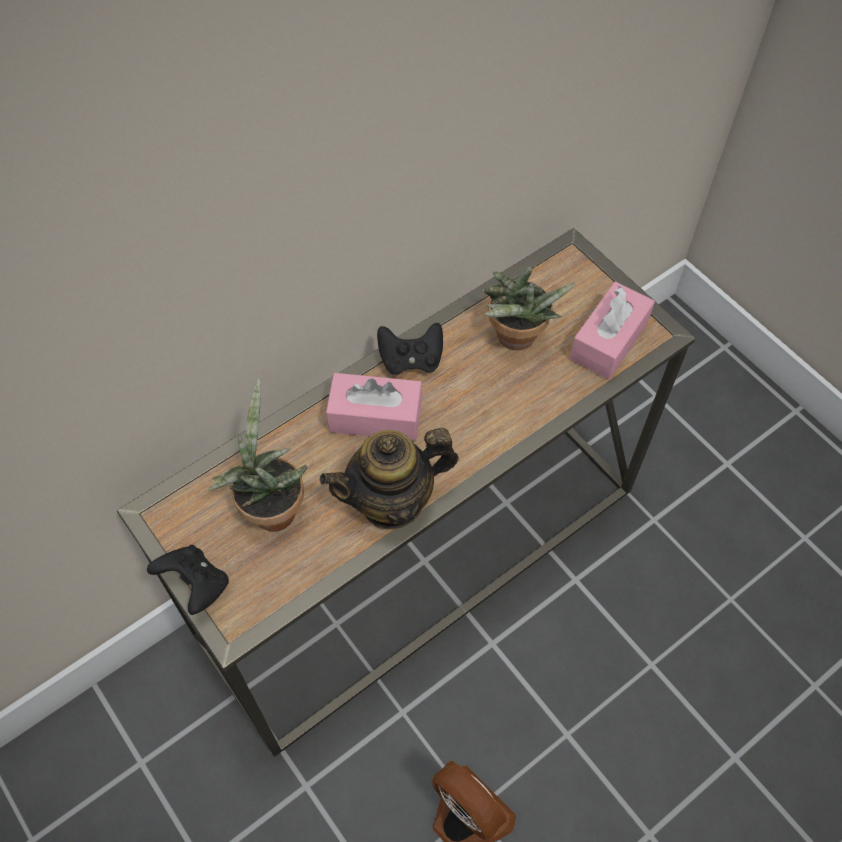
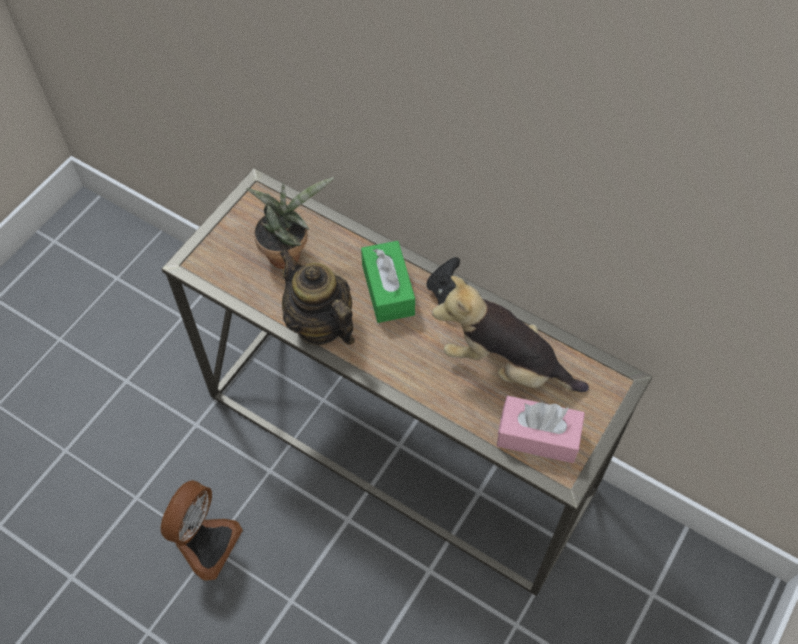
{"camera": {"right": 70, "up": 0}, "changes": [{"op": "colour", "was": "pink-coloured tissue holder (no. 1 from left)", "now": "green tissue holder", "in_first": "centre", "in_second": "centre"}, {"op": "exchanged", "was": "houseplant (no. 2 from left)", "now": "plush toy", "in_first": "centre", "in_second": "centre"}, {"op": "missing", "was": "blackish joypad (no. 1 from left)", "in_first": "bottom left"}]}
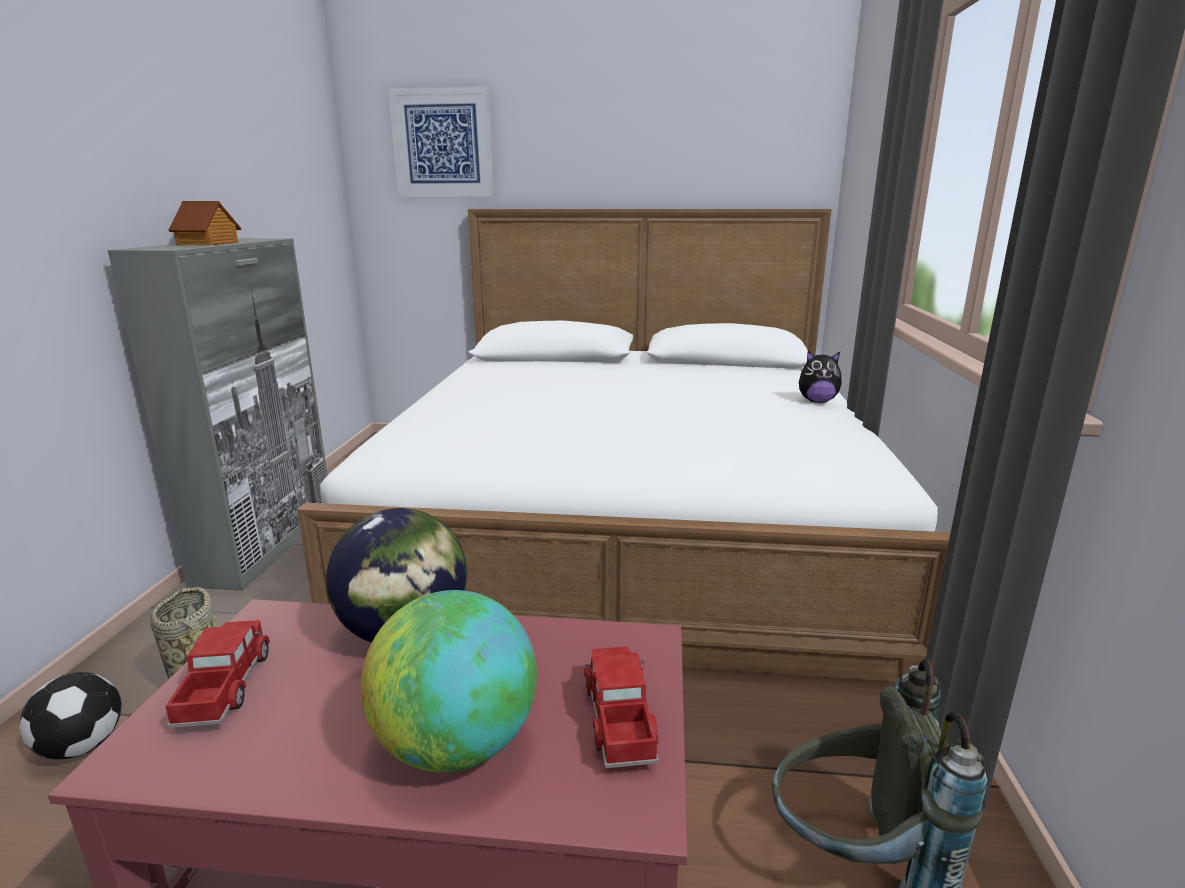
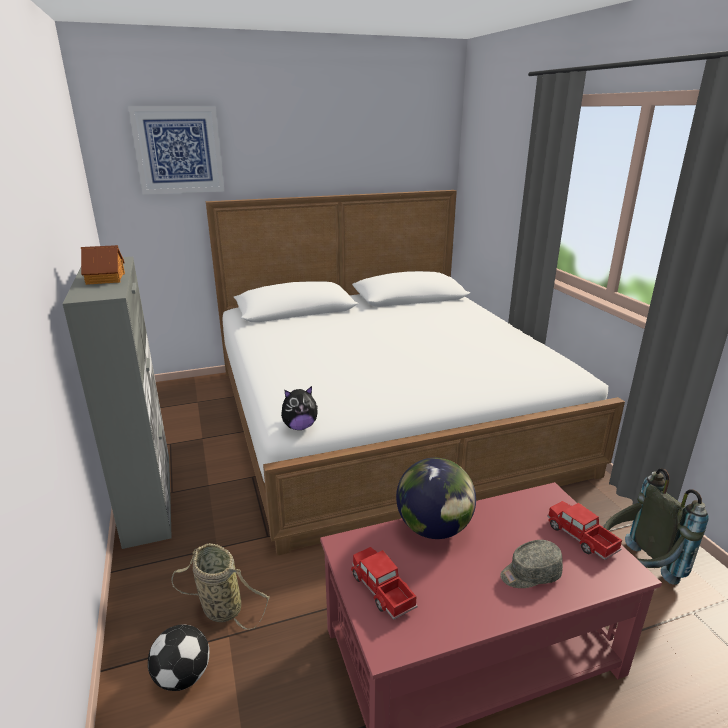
{"camera": {"right": -25, "up": 5}, "changes": [{"op": "relocated", "was": "plush toy", "in_first": "middle right", "in_second": "centre"}, {"op": "exchanged", "was": "globe (no. 2 from left)", "now": "greyish baseball cap", "in_first": "bottom centre", "in_second": "bottom right"}]}
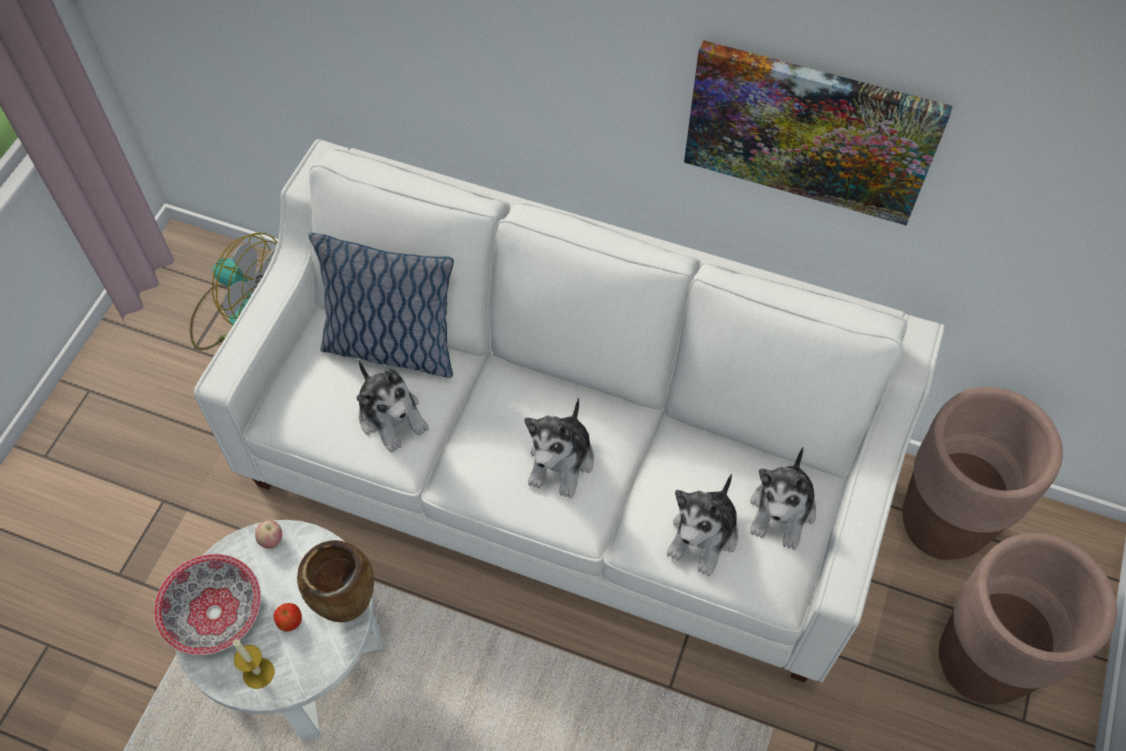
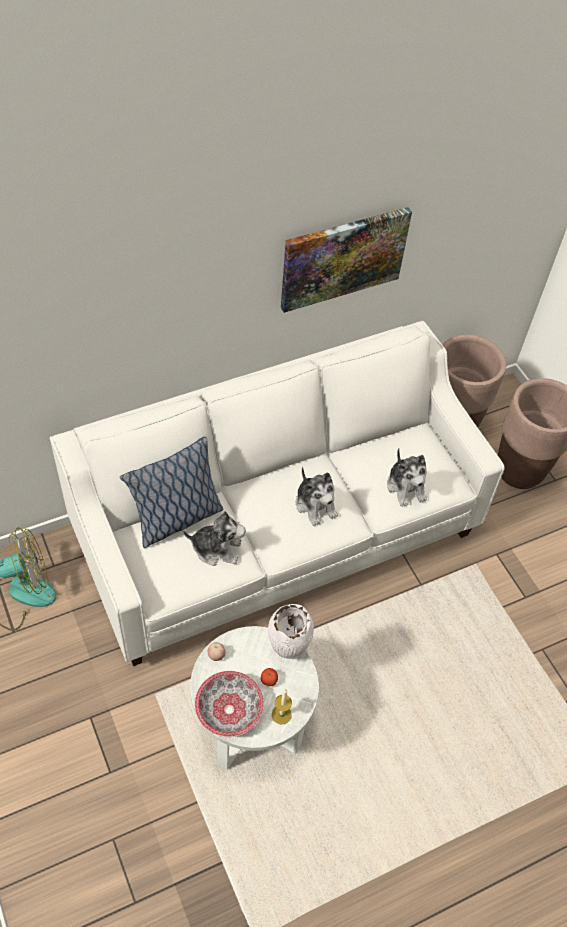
{"camera": {"right": -50, "up": -5}, "changes": [{"op": "colour", "was": "brown-coloured flower vase", "now": "white flower vase", "in_first": "bottom left", "in_second": "bottom centre"}, {"op": "missing", "was": "plush toy (no. 4 from left)", "in_first": "middle right"}]}
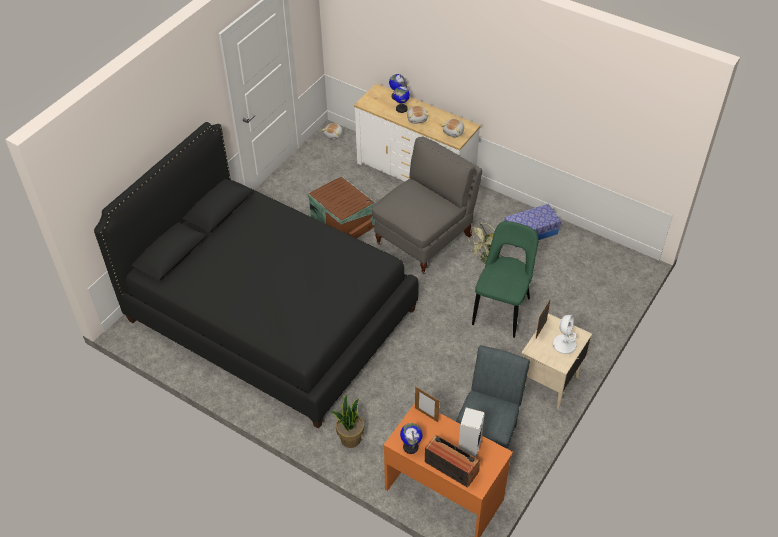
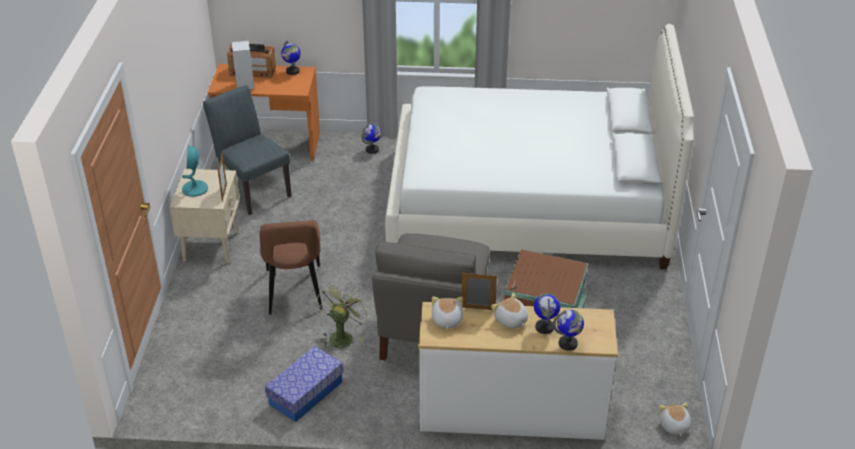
{"camera": {"right": 150, "up": -10}, "changes": [{"op": "colour", "was": "white table lamp", "now": "turquoise table lamp", "in_first": "middle right", "in_second": "middle left"}, {"op": "spun", "was": "greyish plain chair", "in_first": "bottom centre", "in_second": "middle left", "clockwise": 150}, {"op": "colour", "was": "green plain chair", "now": "brown-coloured plain chair", "in_first": "centre", "in_second": "centre"}, {"op": "exchanged", "was": "houseplant", "now": "globe (no. 2 from left)", "in_first": "bottom centre", "in_second": "top centre"}, {"op": "colour", "was": "blackish bed", "now": "white bed", "in_first": "middle left", "in_second": "top centre"}, {"op": "relocated", "was": "photo frame (no. 1 from left in the first image)", "now": "photo frame (no. 2 from left)", "in_first": "bottom centre", "in_second": "centre"}]}
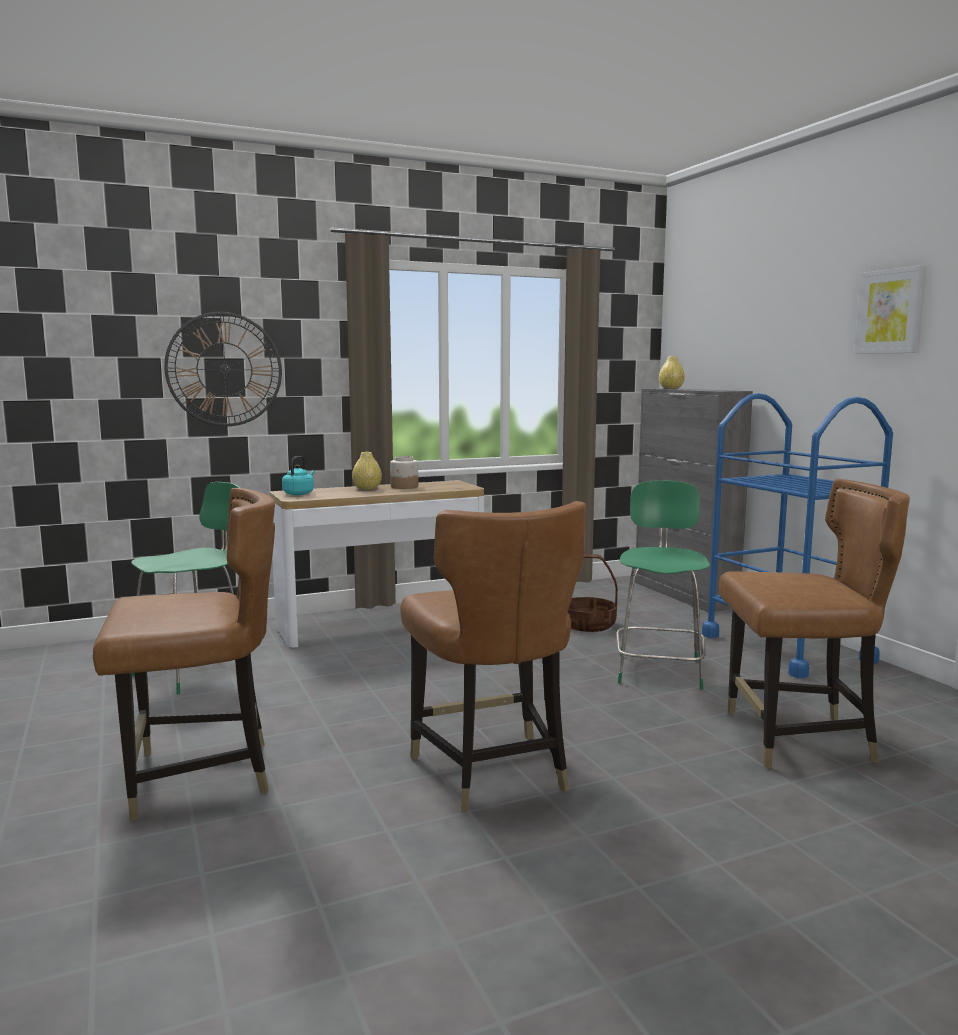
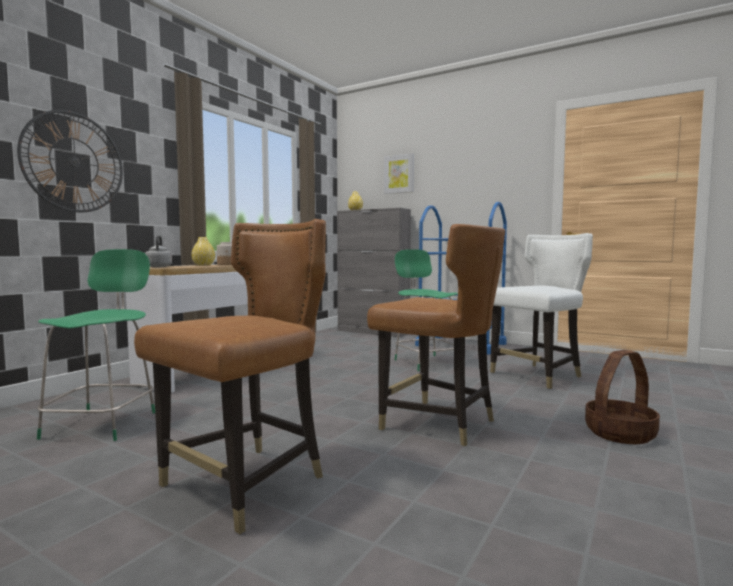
{"camera": {"right": -35, "up": -5}, "changes": [{"op": "colour", "was": "turquoise tea kettle", "now": "greyish tea kettle", "in_first": "middle left", "in_second": "middle left"}, {"op": "relocated", "was": "picture", "in_first": "top right", "in_second": "top centre"}, {"op": "colour", "was": "brown-coloured plain chair (no. 3 from left)", "now": "white plain chair", "in_first": "middle right", "in_second": "middle right"}, {"op": "relocated", "was": "storage basket", "in_first": "centre", "in_second": "bottom right"}]}
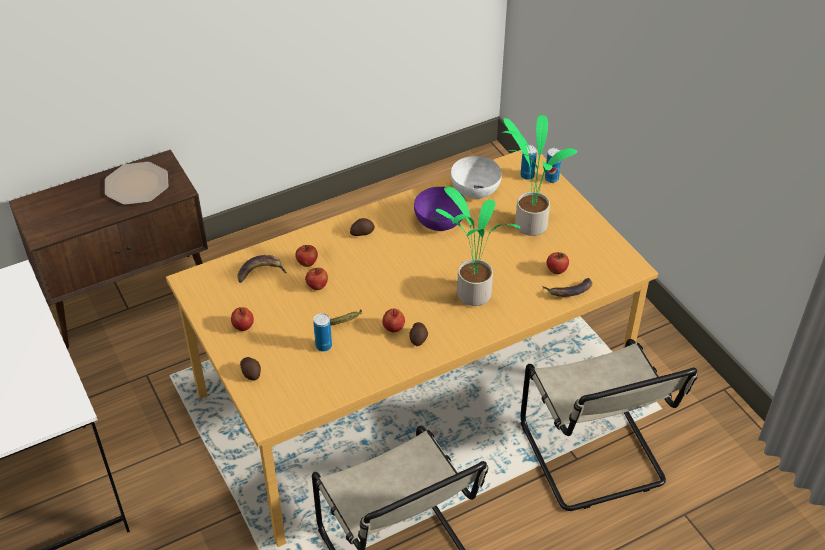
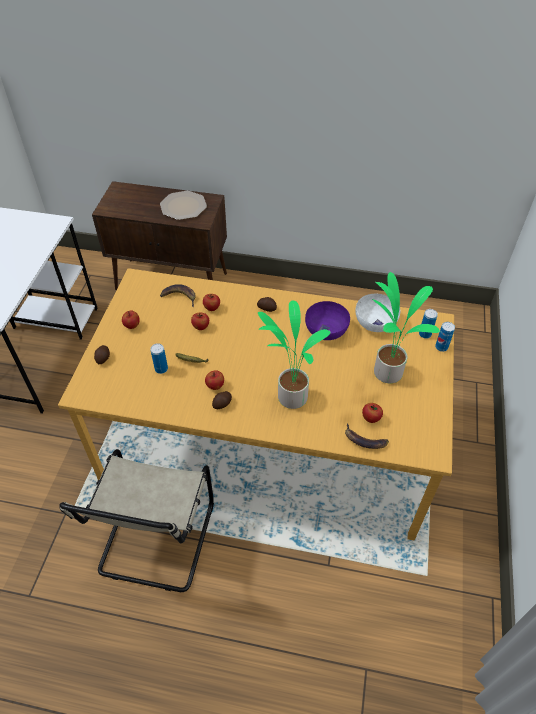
{"camera": {"right": 40, "up": 5}, "changes": [{"op": "missing", "was": "beige-coloured plain chair (no. 2 from left)", "in_first": "bottom right"}]}
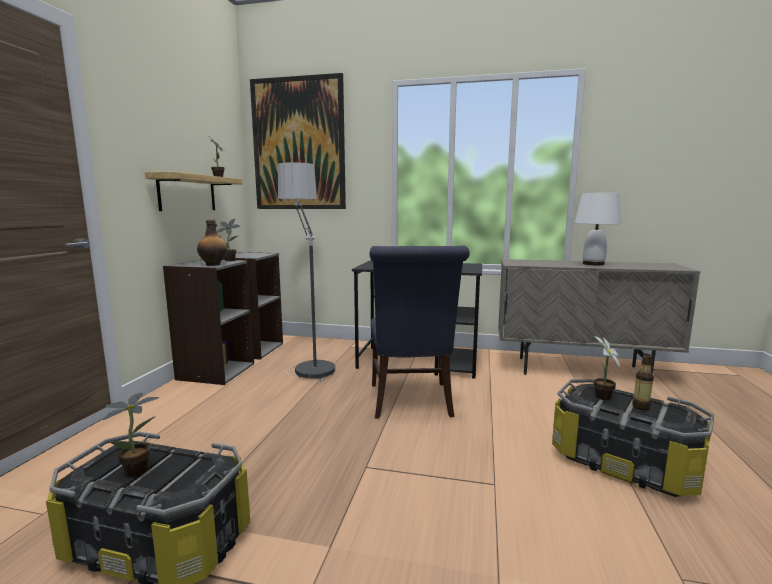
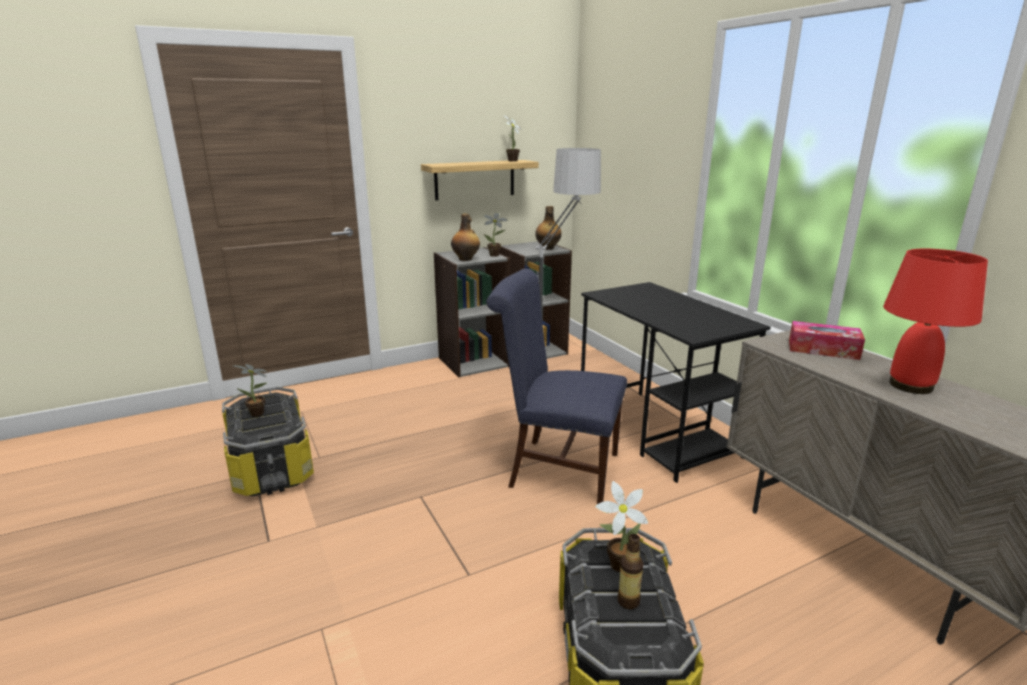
{"camera": {"right": 50, "up": 10}, "changes": [{"op": "spun", "was": "blue-coloured plain chair", "in_first": "centre", "in_second": "centre", "clockwise": 60}, {"op": "appeared", "now": "drink bottle (no. 2 from left)", "in_second": "top centre"}, {"op": "appeared", "now": "tissue holder", "in_second": "middle right"}, {"op": "colour", "was": "white table lamp", "now": "reddish table lamp", "in_first": "middle right", "in_second": "middle right"}, {"op": "missing", "was": "picture", "in_first": "top centre"}]}
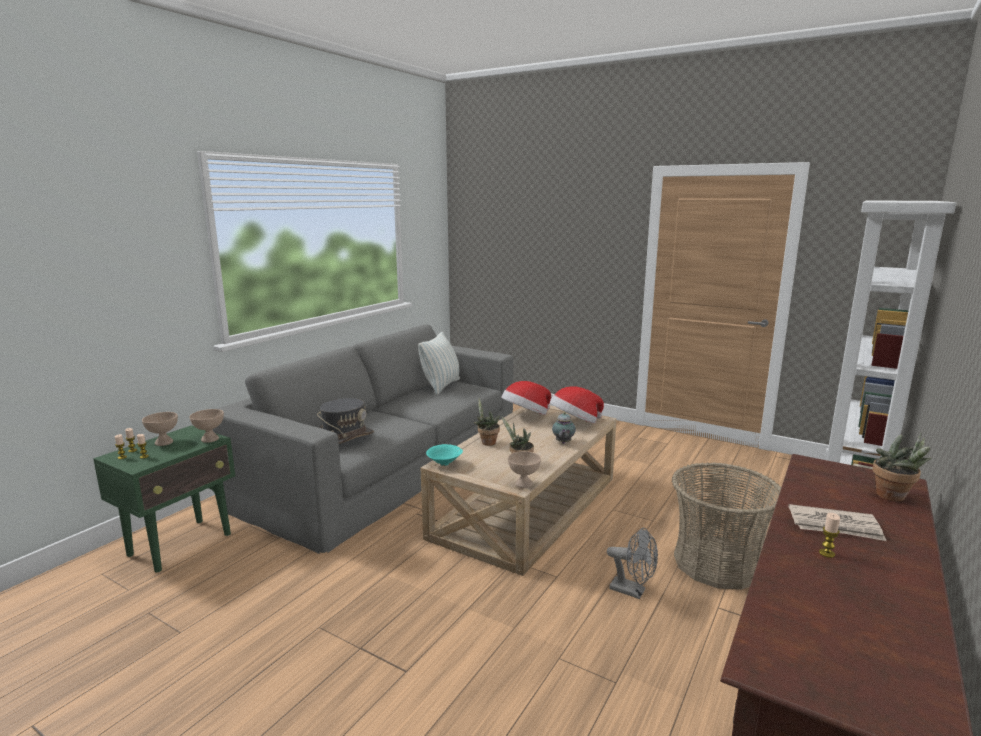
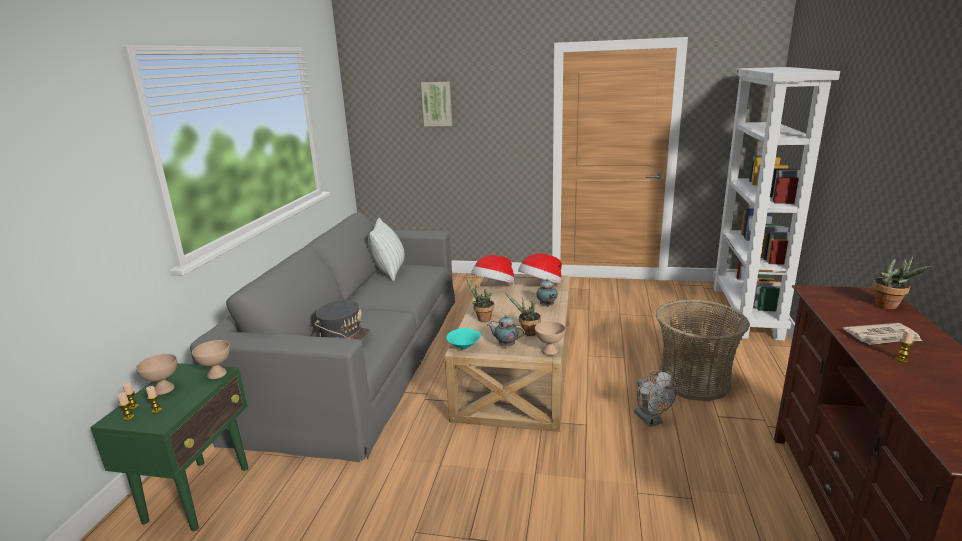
{"camera": {"right": -20, "up": 5}, "changes": [{"op": "appeared", "now": "picture", "in_second": "top centre"}, {"op": "appeared", "now": "tea pot (no. 1 from left)", "in_second": "centre"}, {"op": "spun", "was": "greyish cooling fan", "in_first": "bottom centre", "in_second": "bottom right", "clockwise": 60}]}
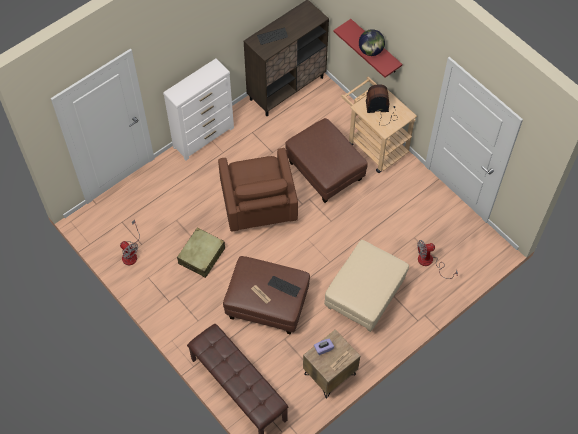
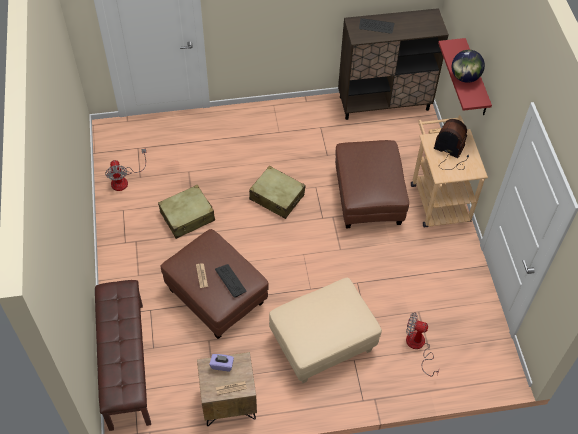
{"camera": {"right": 30, "up": -5}, "changes": [{"op": "exchanged", "was": "brown-coloured armchair", "now": "beige-coloured suitcase (no. 2 from left)", "in_first": "centre", "in_second": "centre"}, {"op": "missing", "was": "white dresser", "in_first": "top centre"}]}
